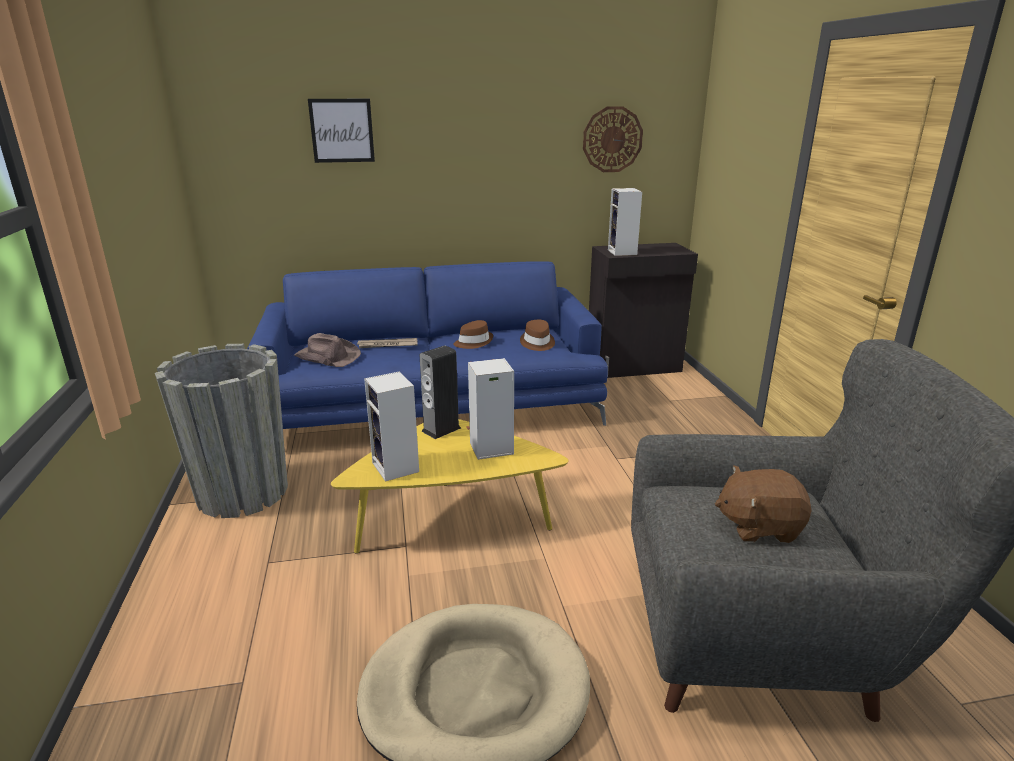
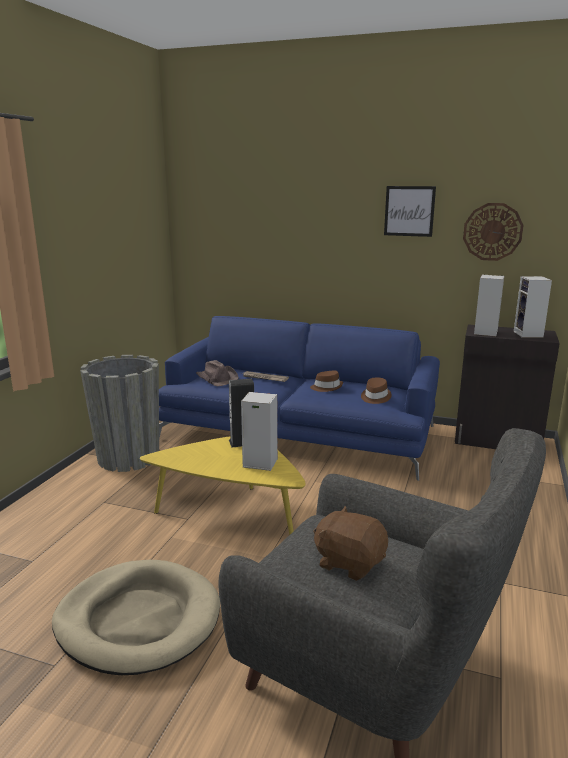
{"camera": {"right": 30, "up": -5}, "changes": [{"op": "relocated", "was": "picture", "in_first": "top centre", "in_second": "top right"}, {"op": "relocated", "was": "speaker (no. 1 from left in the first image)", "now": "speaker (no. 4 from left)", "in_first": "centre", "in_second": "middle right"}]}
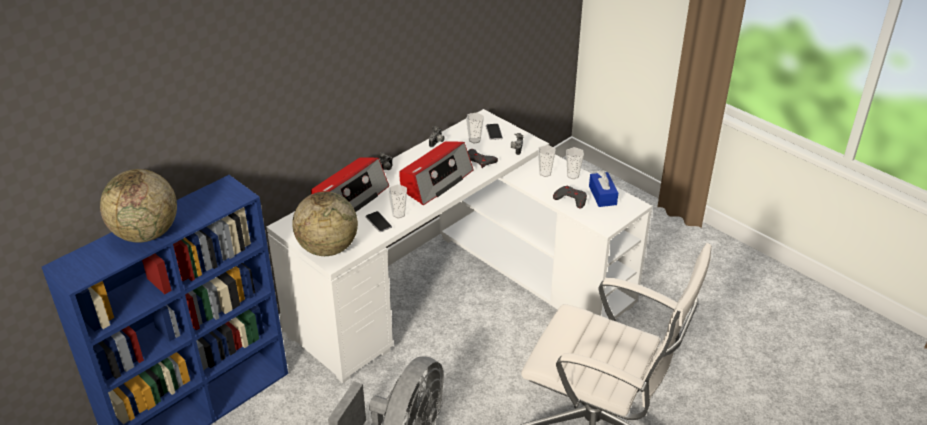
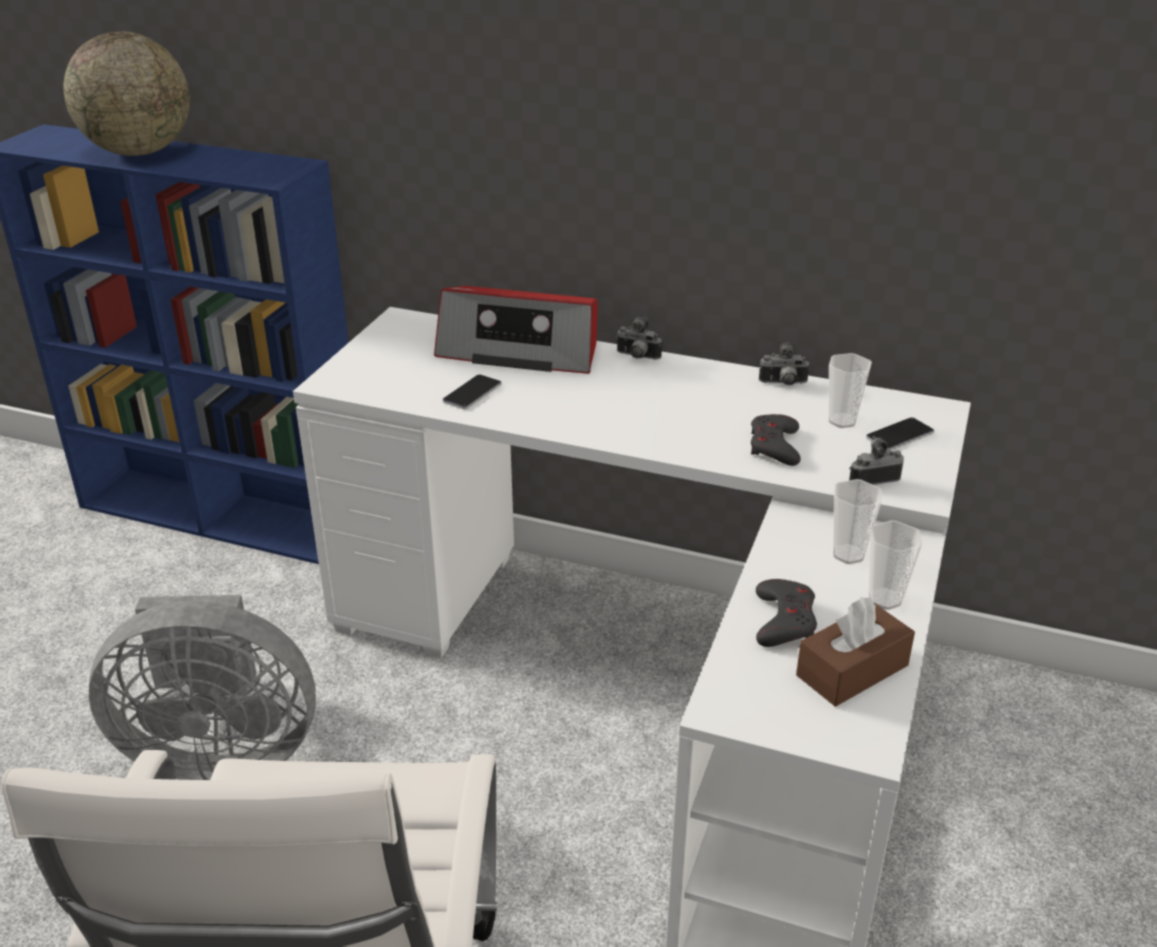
{"camera": {"right": 65, "up": -5}, "changes": [{"op": "colour", "was": "blue-coloured tissue holder", "now": "brown-coloured tissue holder", "in_first": "centre", "in_second": "bottom right"}, {"op": "missing", "was": "globe (no. 2 from left)", "in_first": "centre"}, {"op": "missing", "was": "cup (no. 1 from left)", "in_first": "centre"}, {"op": "missing", "was": "radio set (no. 2 from left)", "in_first": "centre"}]}
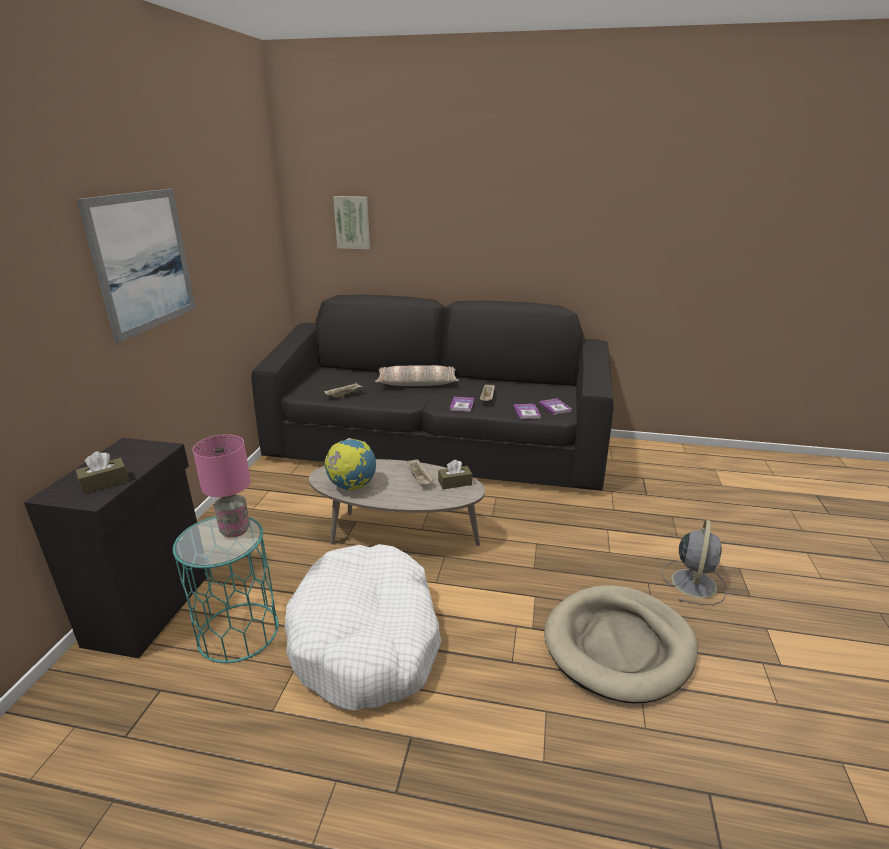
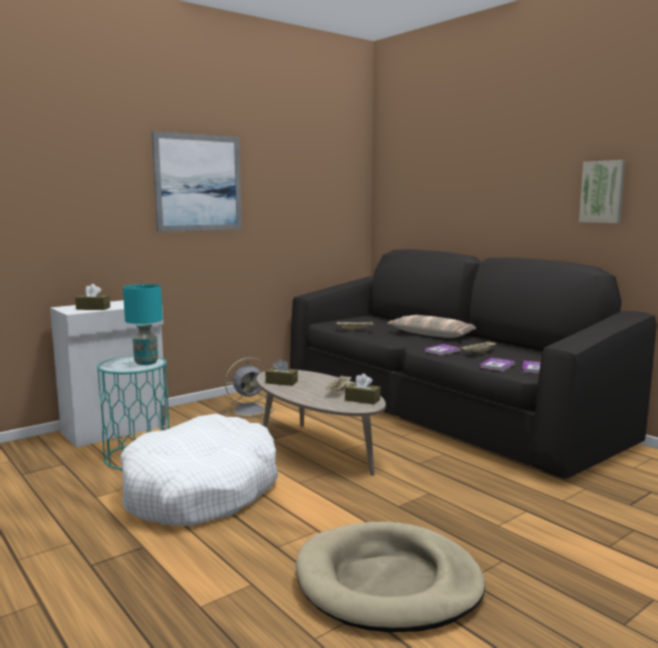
{"camera": {"right": 40, "up": -15}, "changes": [{"op": "colour", "was": "blackish storage cabinet", "now": "white storage cabinet", "in_first": "middle left", "in_second": "middle left"}, {"op": "colour", "was": "pink-coloured table lamp", "now": "turquoise table lamp", "in_first": "middle left", "in_second": "middle left"}, {"op": "relocated", "was": "greyish cooling fan", "in_first": "middle right", "in_second": "centre"}, {"op": "exchanged", "was": "globe", "now": "brown-coloured tissue holder (no. 2 from left)", "in_first": "centre", "in_second": "centre"}, {"op": "relocated", "was": "picture (no. 2 from left)", "in_first": "top centre", "in_second": "top right"}]}
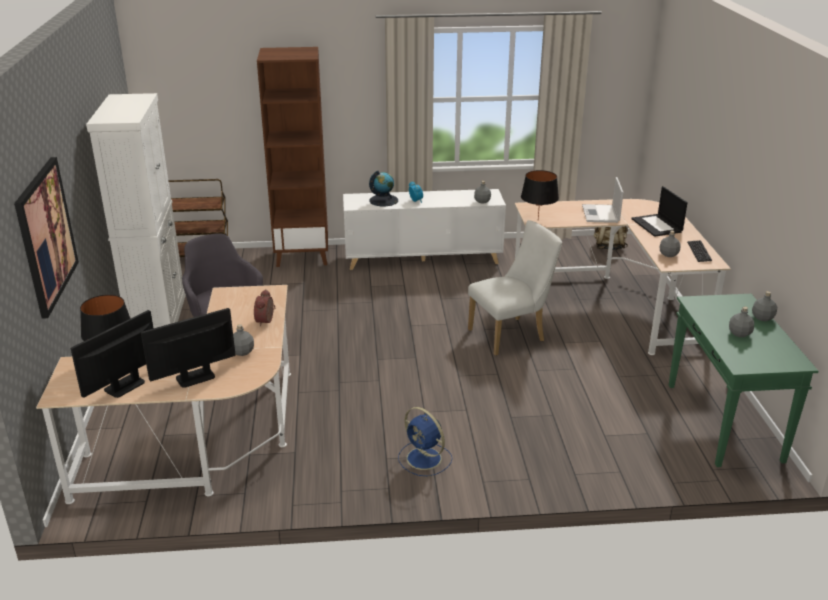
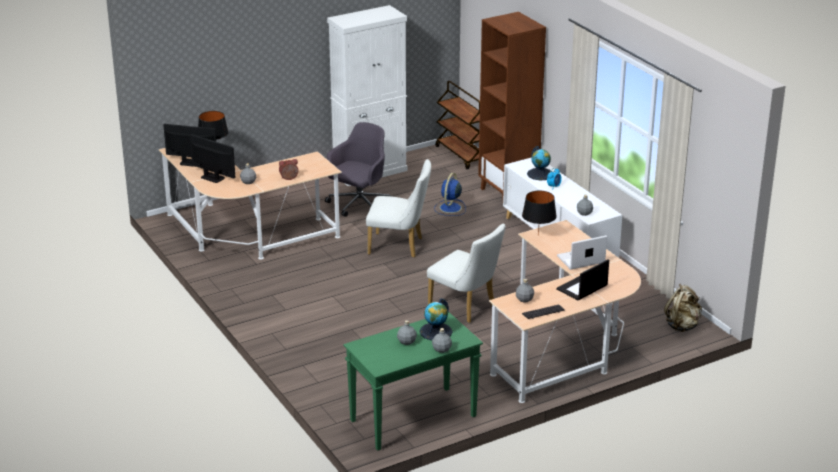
{"camera": {"right": 65, "up": 0}, "changes": [{"op": "appeared", "now": "white plain chair (no. 1 from left)", "in_second": "centre"}, {"op": "appeared", "now": "globe (no. 1 from left)", "in_second": "bottom centre"}, {"op": "relocated", "was": "blue-coloured cooling fan", "in_first": "bottom centre", "in_second": "centre"}, {"op": "missing", "was": "picture", "in_first": "middle left"}]}
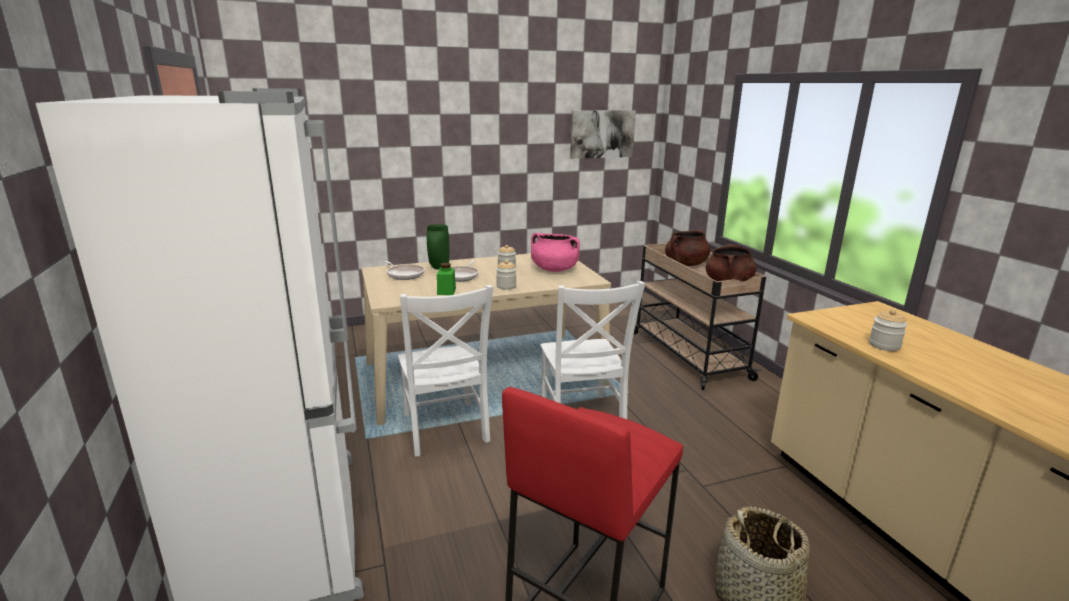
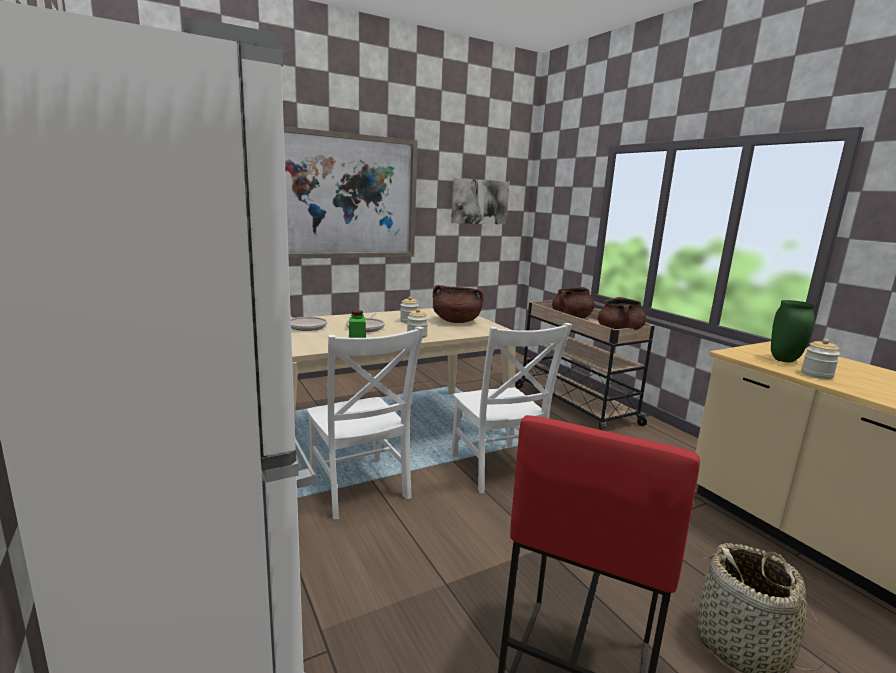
{"camera": {"right": -10, "up": -5}, "changes": [{"op": "appeared", "now": "picture (no. 1 from left)", "in_second": "top centre"}, {"op": "colour", "was": "pink-coloured stockpot", "now": "brown-coloured stockpot (no. 1 from left)", "in_first": "centre", "in_second": "centre"}, {"op": "relocated", "was": "green flower vase", "in_first": "centre", "in_second": "middle right"}]}
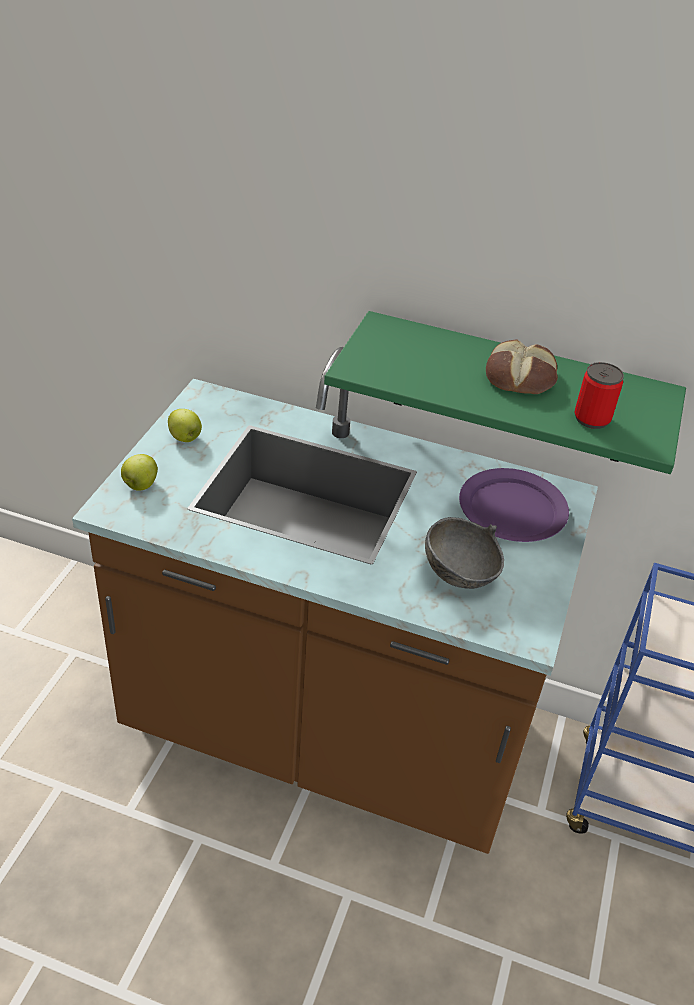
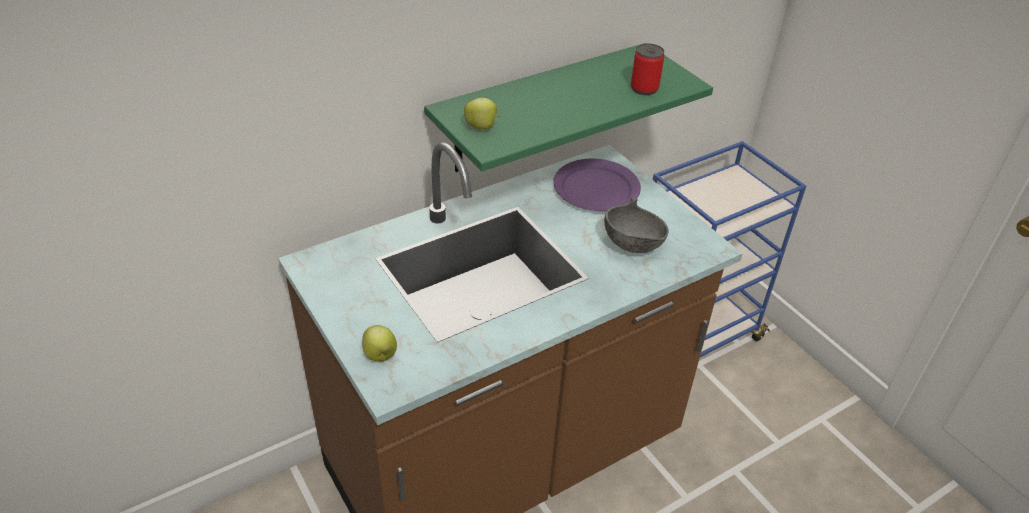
{"camera": {"right": -50, "up": 0}, "changes": [{"op": "relocated", "was": "apple fruit (no. 2 from left)", "in_first": "middle left", "in_second": "top centre"}, {"op": "missing", "was": "bakery bread", "in_first": "middle right"}]}
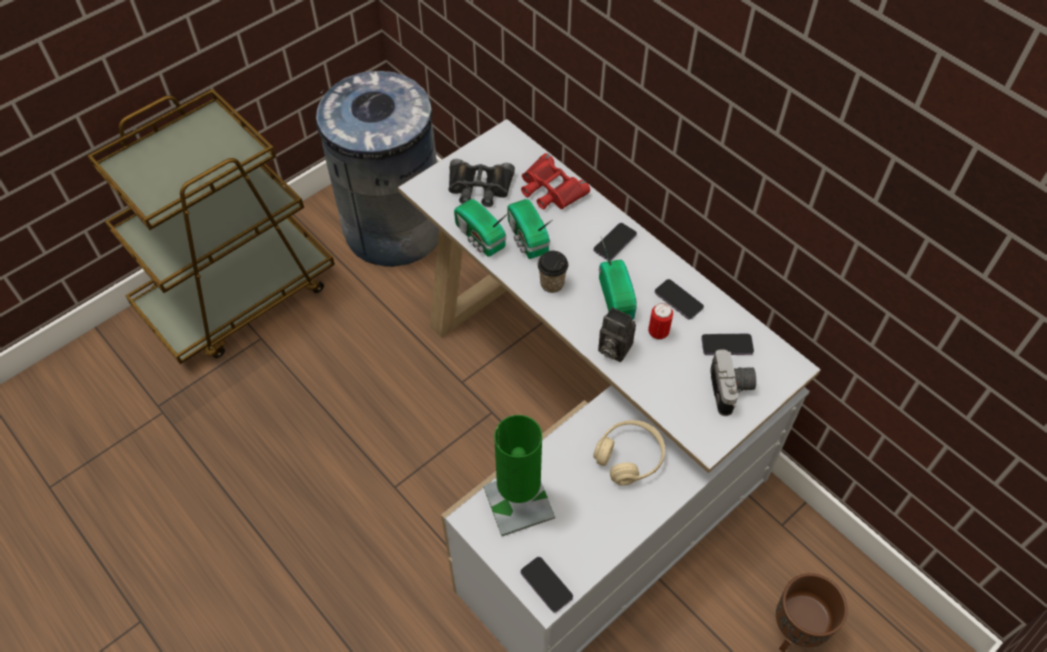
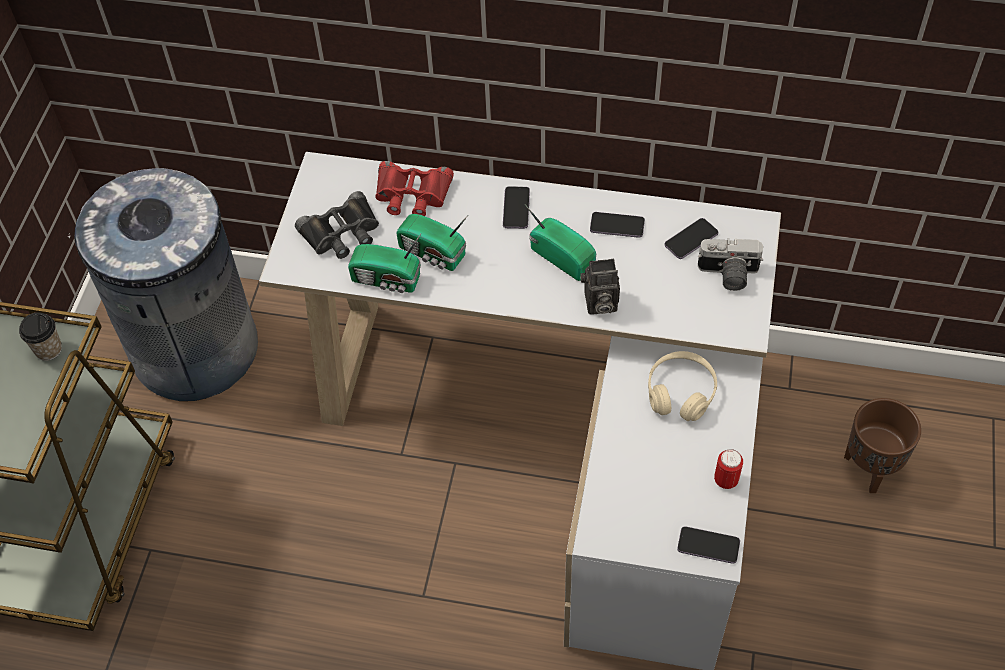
{"camera": {"right": -35, "up": 0}, "changes": [{"op": "relocated", "was": "cup", "in_first": "centre", "in_second": "middle left"}, {"op": "spun", "was": "photo camera (no. 2 from left)", "in_first": "middle right", "in_second": "middle right", "clockwise": 135}, {"op": "relocated", "was": "sealed can", "in_first": "centre", "in_second": "bottom right"}, {"op": "missing", "was": "green table lamp", "in_first": "bottom centre"}]}
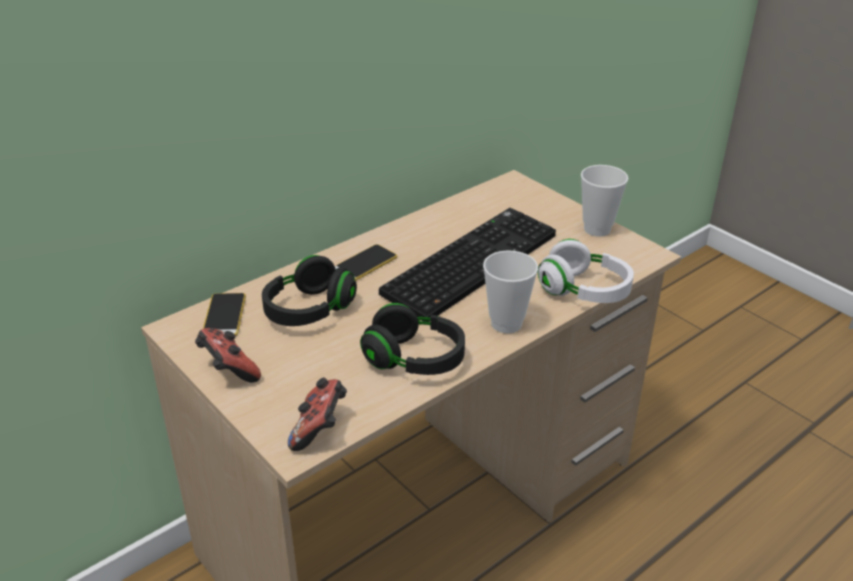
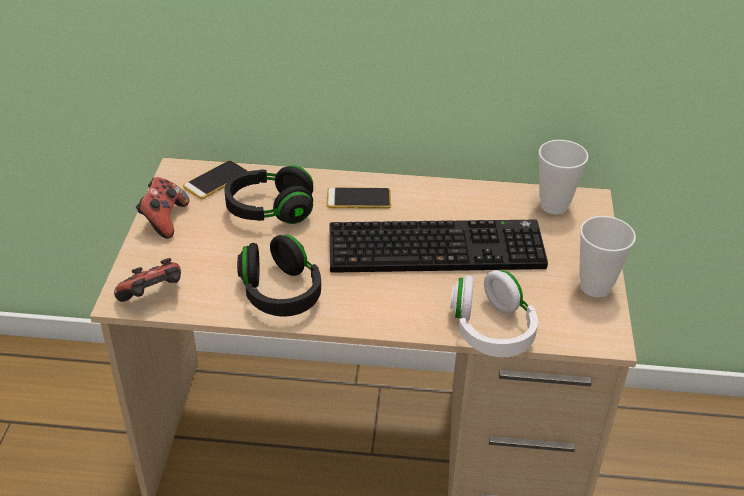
{"camera": {"right": 45, "up": 5}, "changes": [{"op": "relocated", "was": "cup (no. 1 from left)", "in_first": "centre", "in_second": "middle right"}]}
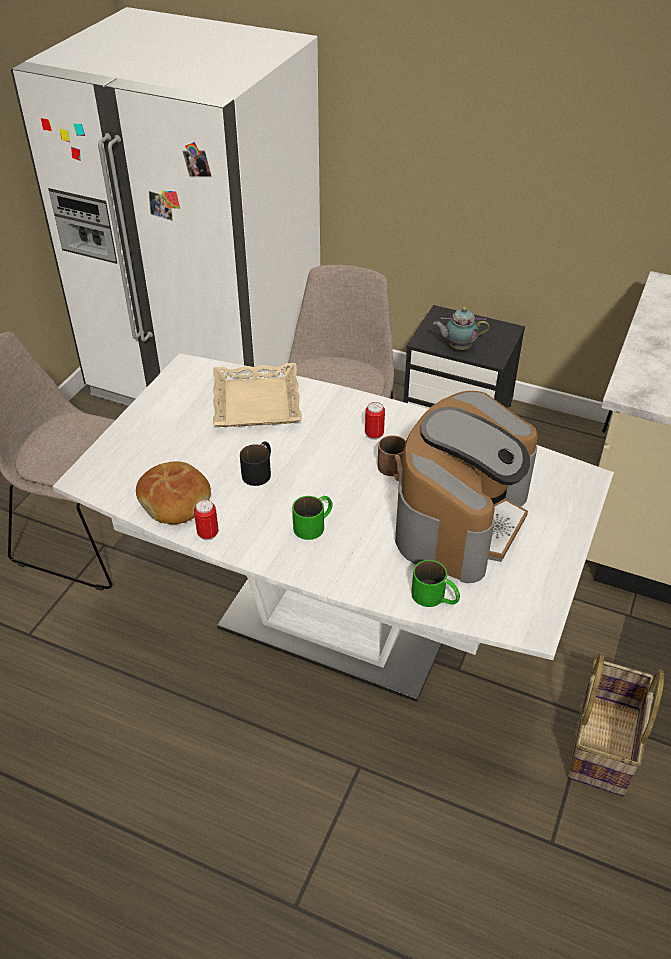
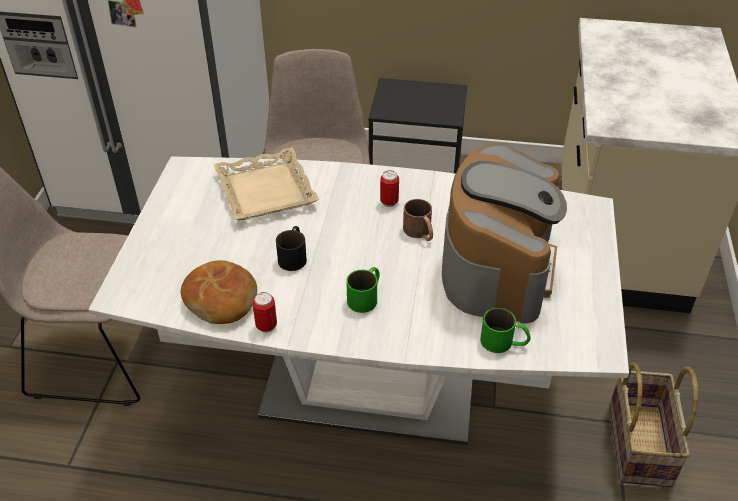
{"camera": {"right": -15, "up": 0}, "changes": [{"op": "missing", "was": "tea pot", "in_first": "middle right"}]}
